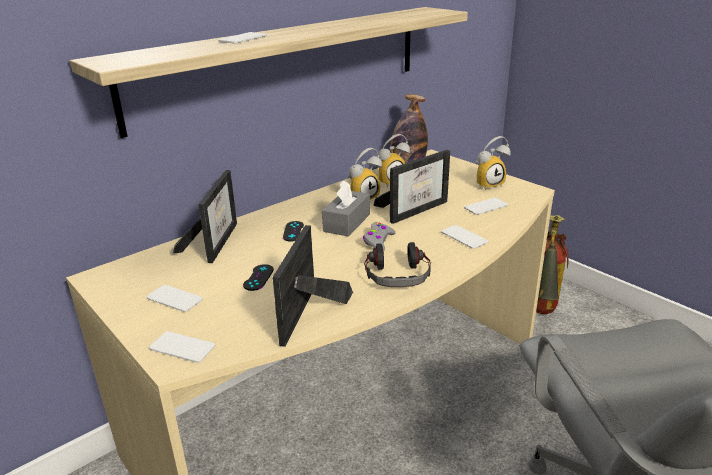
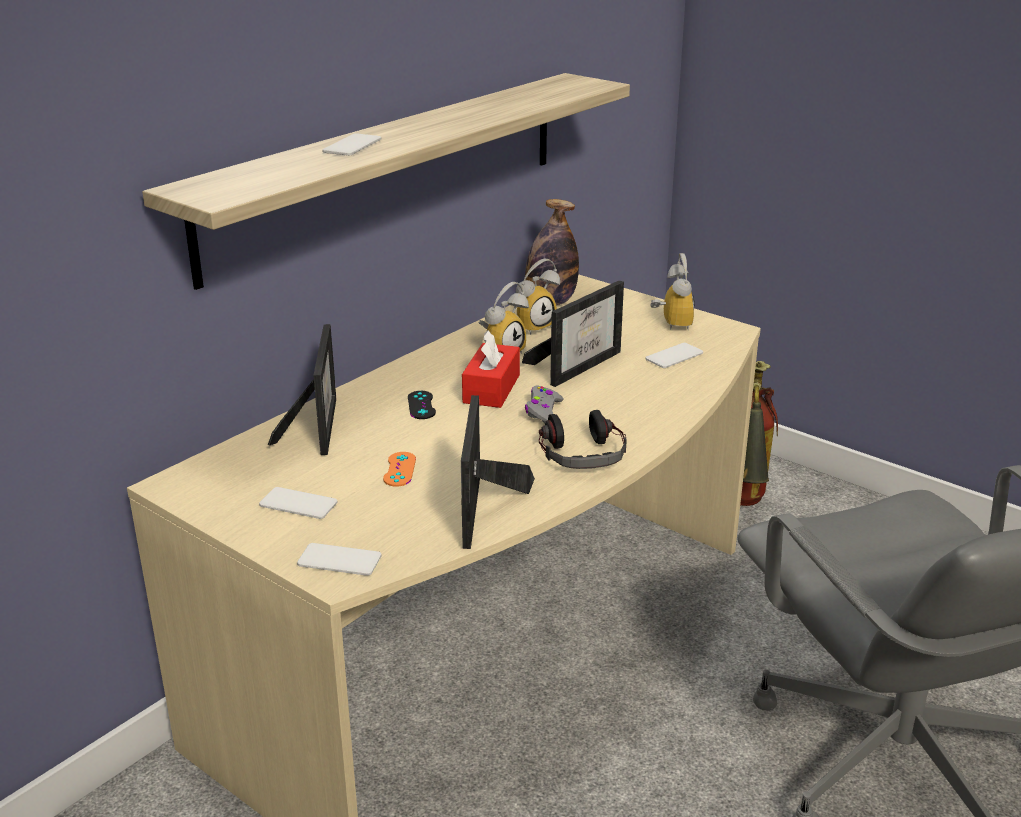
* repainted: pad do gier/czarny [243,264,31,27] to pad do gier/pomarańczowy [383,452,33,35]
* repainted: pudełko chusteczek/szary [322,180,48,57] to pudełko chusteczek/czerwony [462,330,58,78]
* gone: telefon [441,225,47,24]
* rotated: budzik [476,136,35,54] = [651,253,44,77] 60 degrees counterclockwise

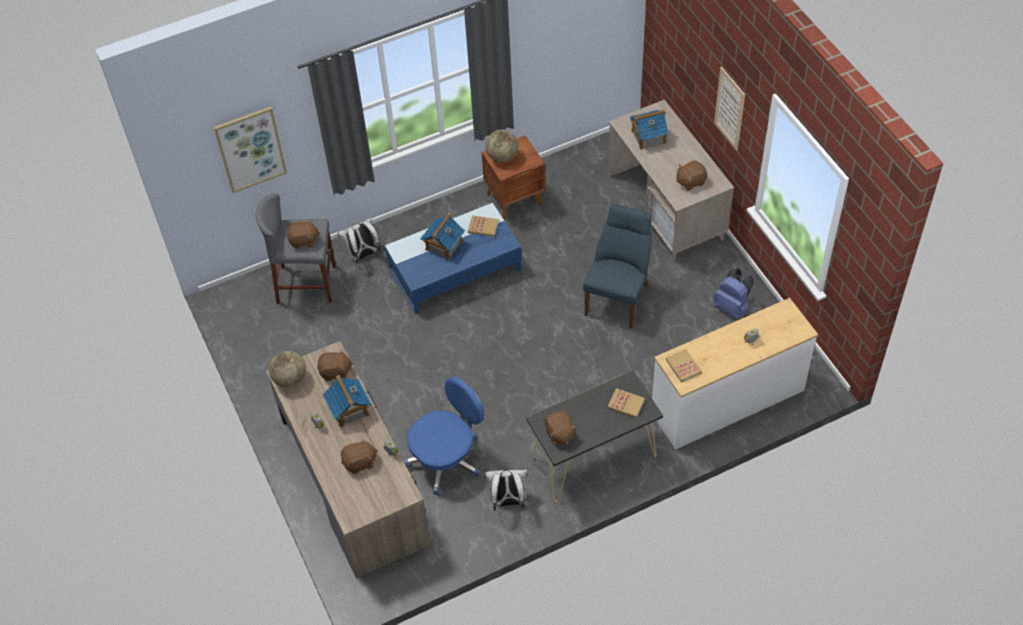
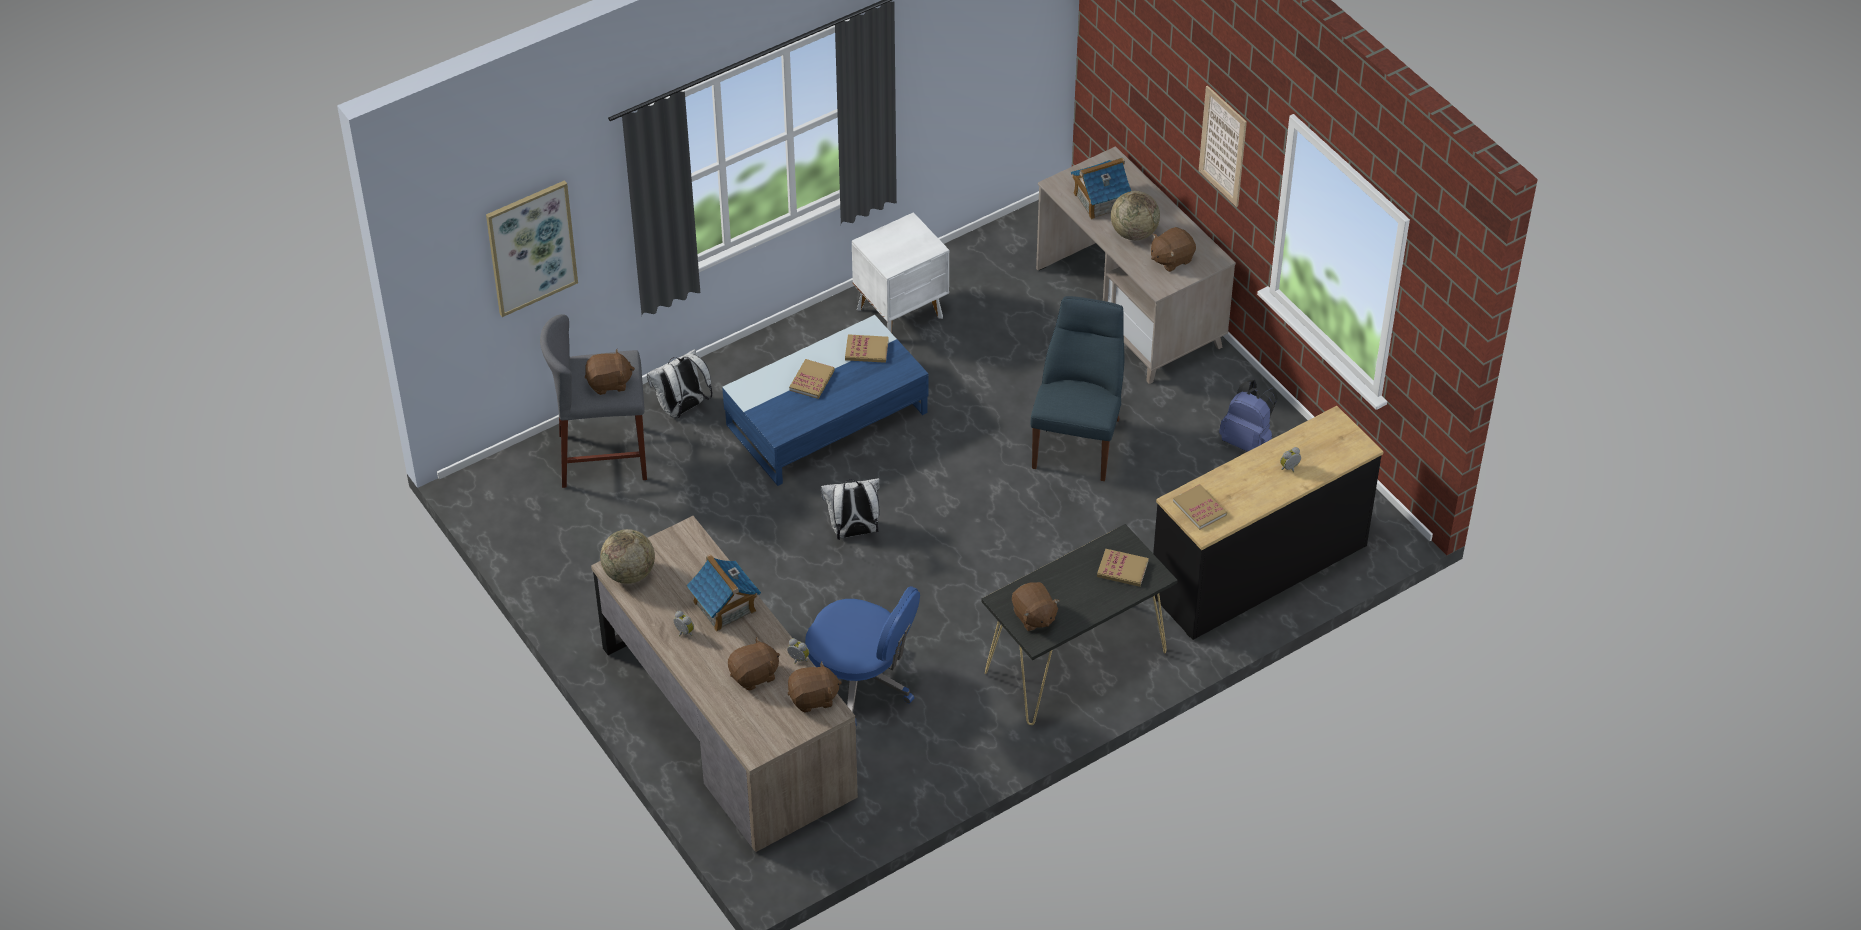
* shifted: pluszak/brązowy [317,348,36,33] to [788,661,54,52]
* rotated: krzesło biurowe/niebieski [404,377,80,118] = [805,586,115,139] 75 degrees clockwise
* swapped: domek [420,213,45,47] to książka [789,359,46,40]
* repainted: szafka nocna/brązowy [482,135,63,85] to szafka nocna/biały [852,212,97,121]
* shifted: plecak/biały [485,470,43,41] to [821,478,58,62]
* shifted: globus [486,130,32,32] to [1111,191,49,49]
* repainted: komoda/biały [652,298,166,152] to komoda/czarny [1153,406,231,234]

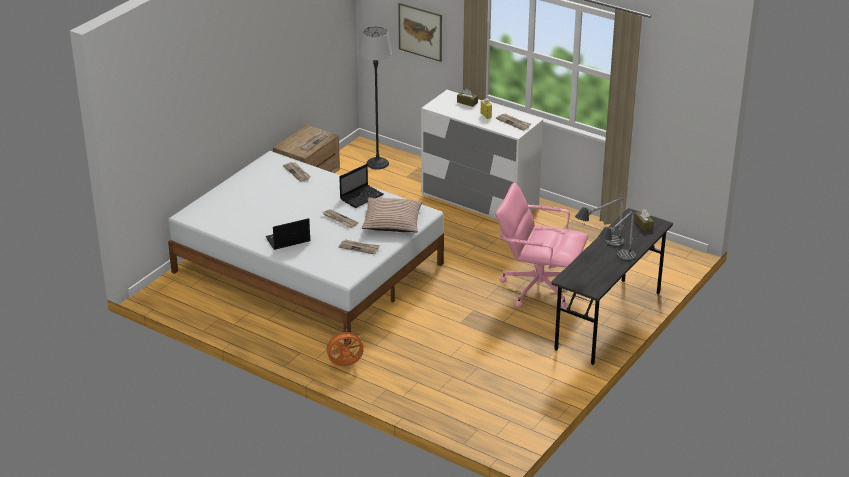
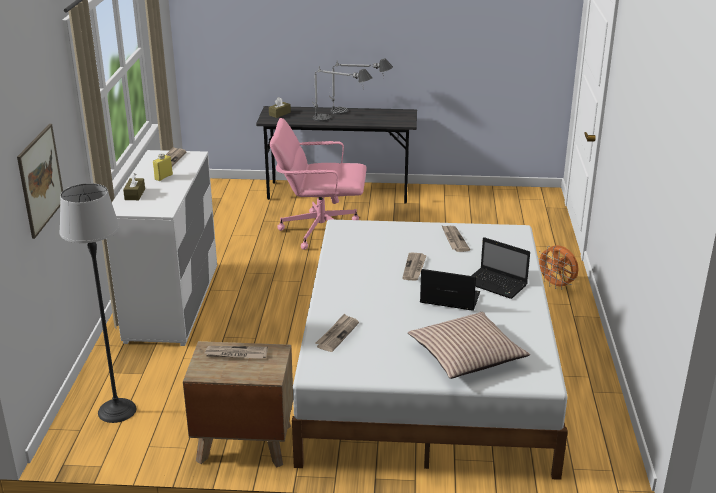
* shifted: laptop [339,164,44,44] to [420,269,60,42]
* shifted: poduszka [361,198,61,35] to [408,312,122,67]
* rotated: krzesło biurowe/różowy [496,182,92,126] = [270,118,97,132] 105 degrees clockwise

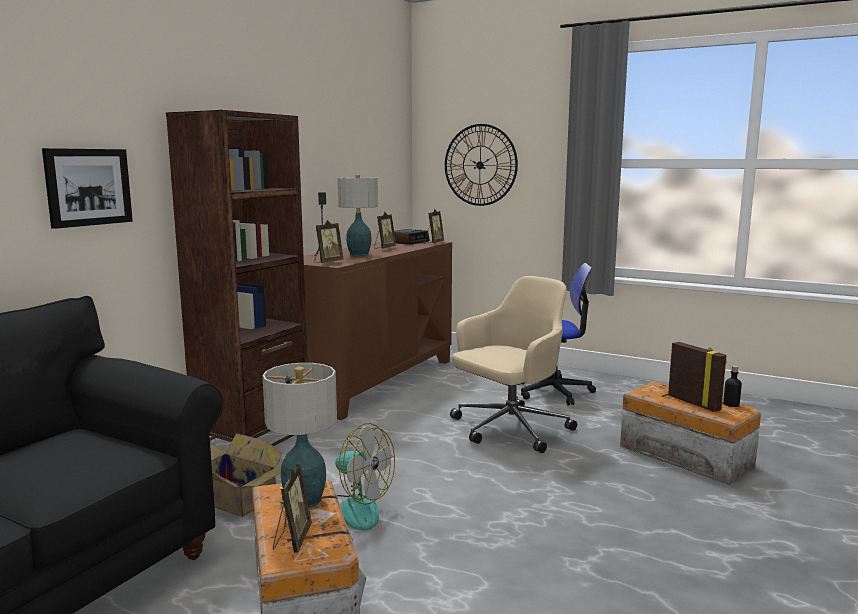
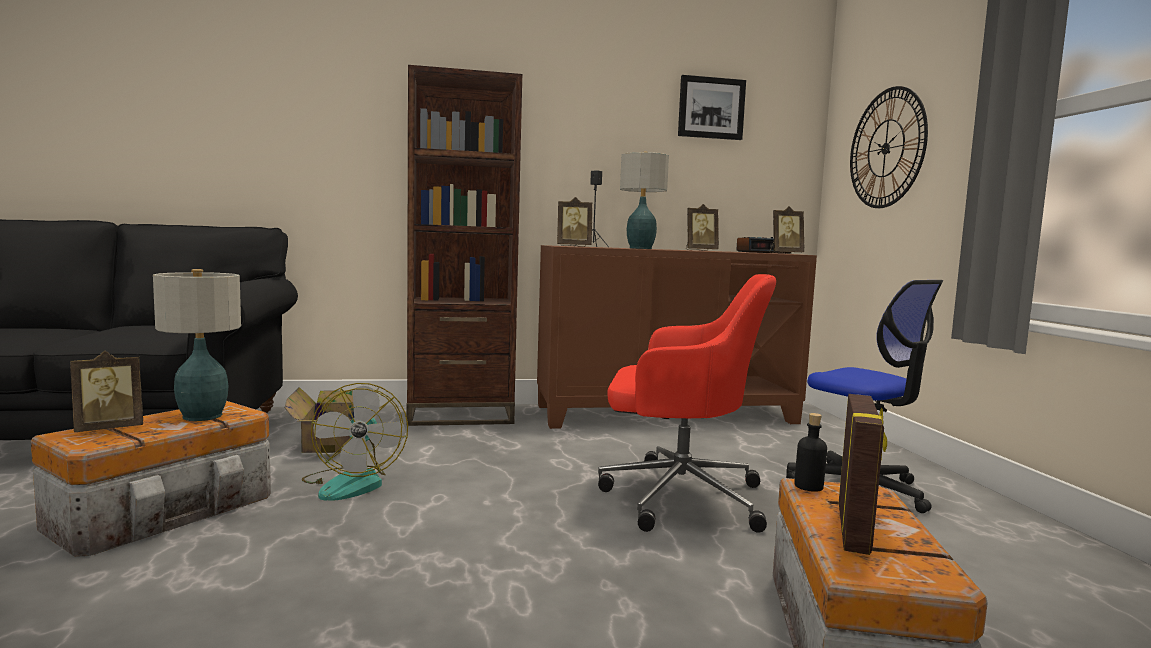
* shifted: obraz [42,148,91,81] to [678,75,68,65]
* repainted: krzesło biurowe/beżowy [450,276,127,177] to krzesło biurowe/czerwony [598,274,178,259]
* shifted: butelka/czarny [723,365,19,42] to [794,413,33,79]

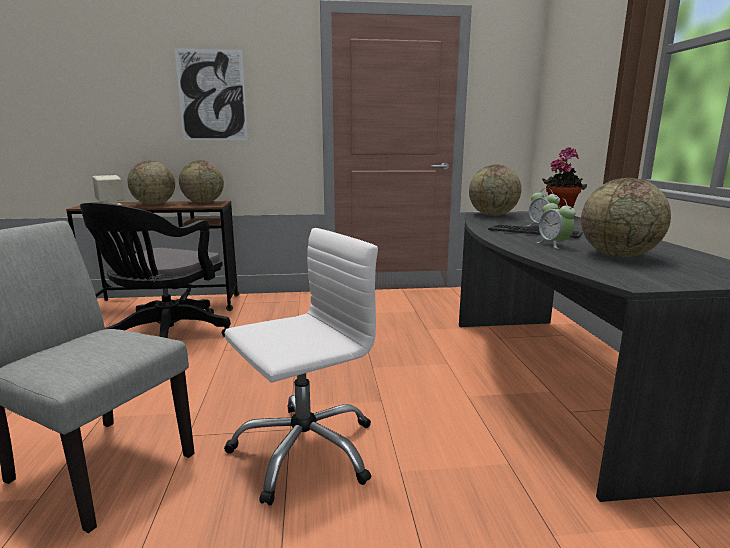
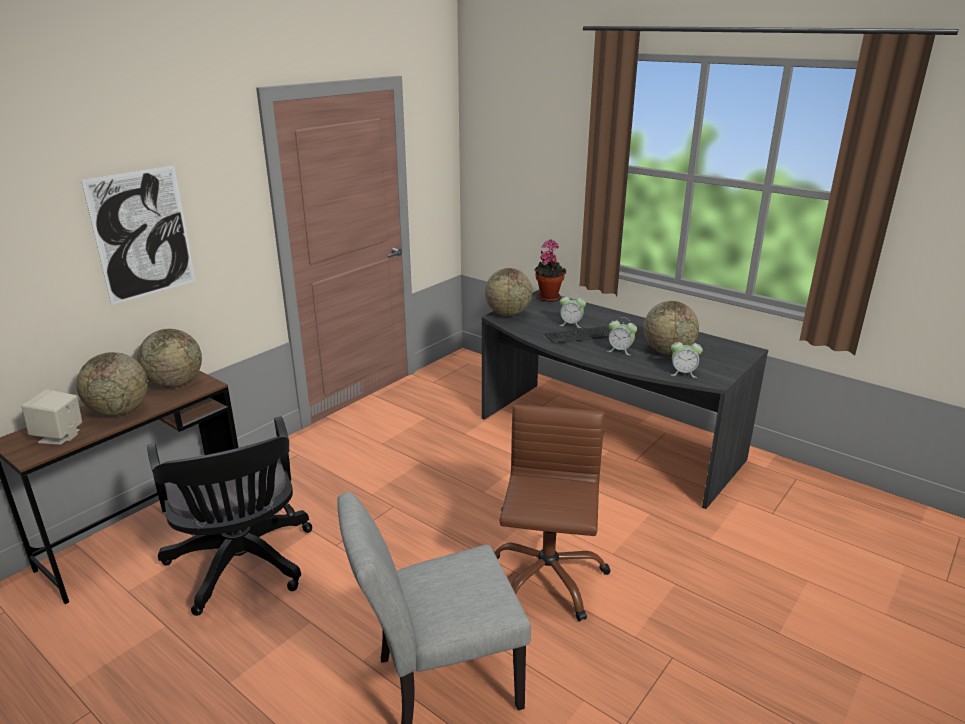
* repainted: krzesło biurowe/biały [224,228,154,278] to krzesło biurowe/brązowy [494,405,117,217]
* new: budzik [671,338,32,40]

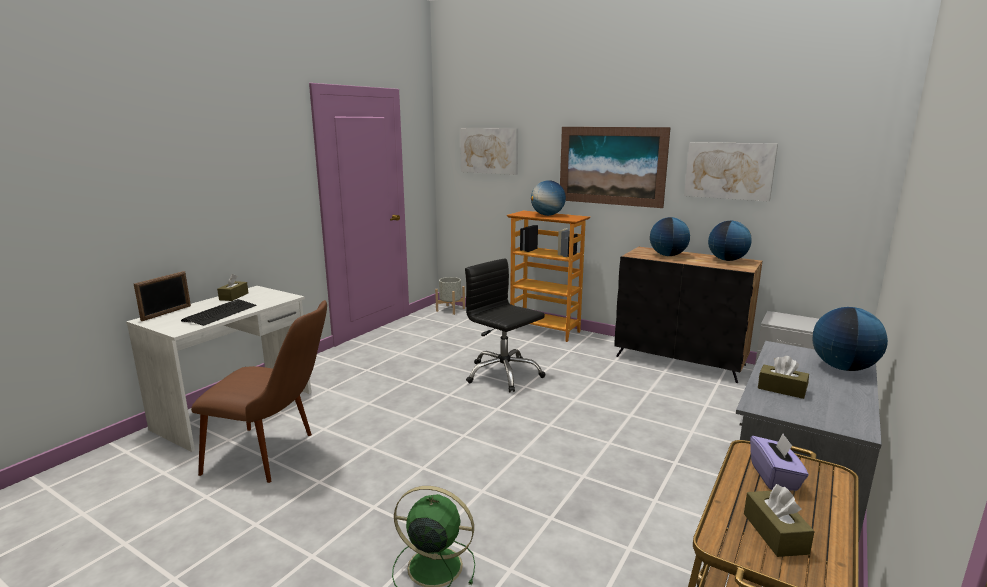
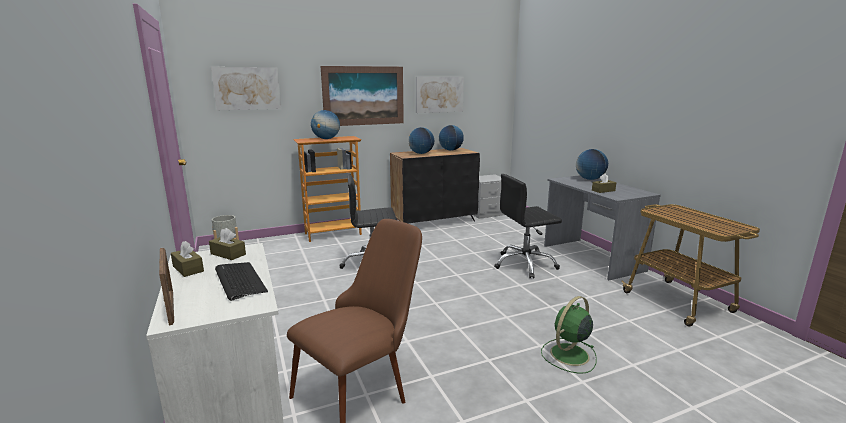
* shifted: pudełko chusteczek/brązowy [744,484,71,73] to [209,228,37,32]
* gone: pudełko chusteczek/fioletowy [750,433,59,58]
* new: krzesło biurowe/czarny [494,174,68,104]

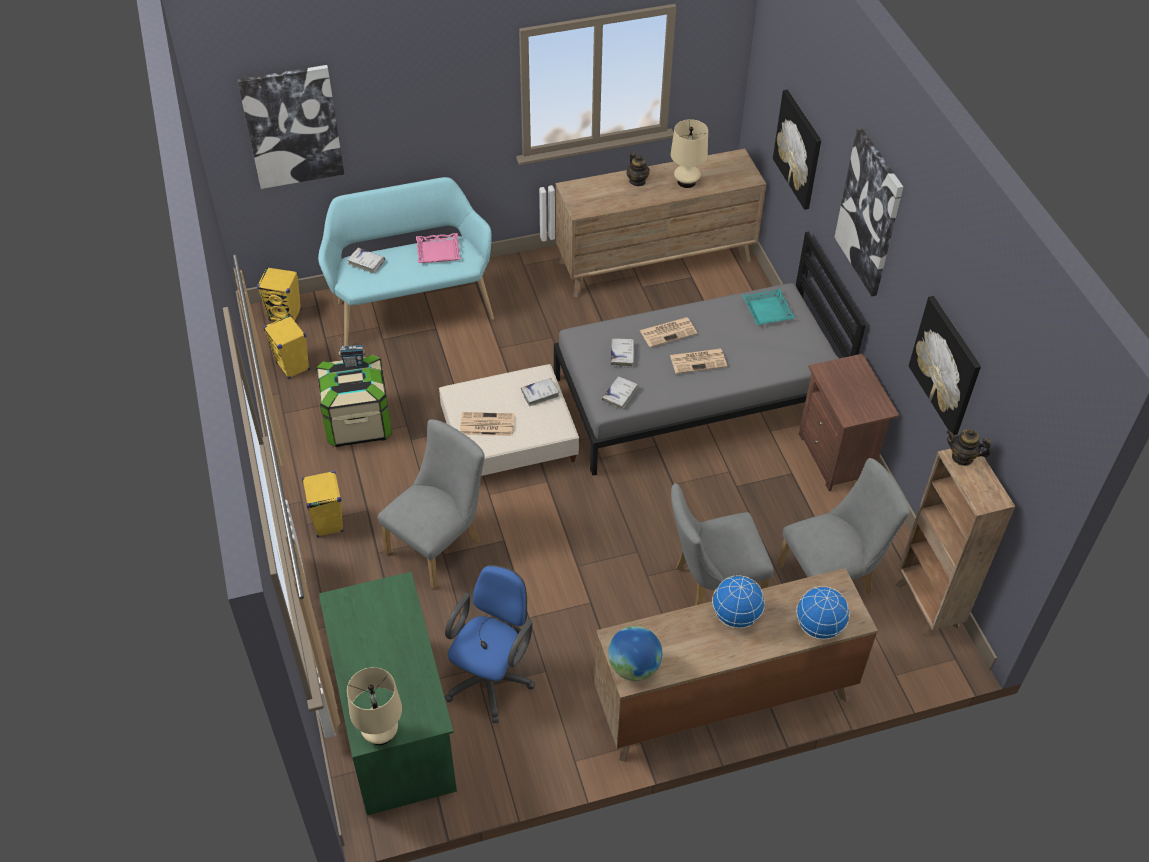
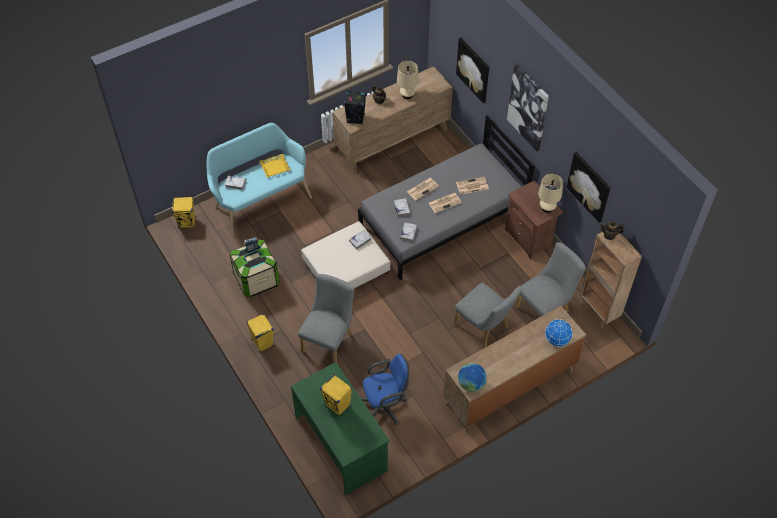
* gone: obraz [237,65,107,124]
* shifted: głośnik/żółty [263,315,47,64] to [320,374,32,42]
* shifted: lampa stołowa/beżowy [347,667,55,78] to [538,174,25,39]
* repainted: taca/różowy [416,233,45,30] to taca/żółty [259,154,32,23]
* rotated: krzesło biurowe/niebieski [445,565,90,158] = [360,354,49,71] 60 degrees clockwise
* shifted: gazeta [460,412,54,24] to [456,177,33,18]
* rotated: krzesło/szary [671,483,103,123] = [454,282,68,65] 105 degrees counterclockwise
* gone: globus [712,575,53,53]
* gone: taca/turkusowy [743,289,52,36]
* new: głośnik/czarny [344,90,22,35]

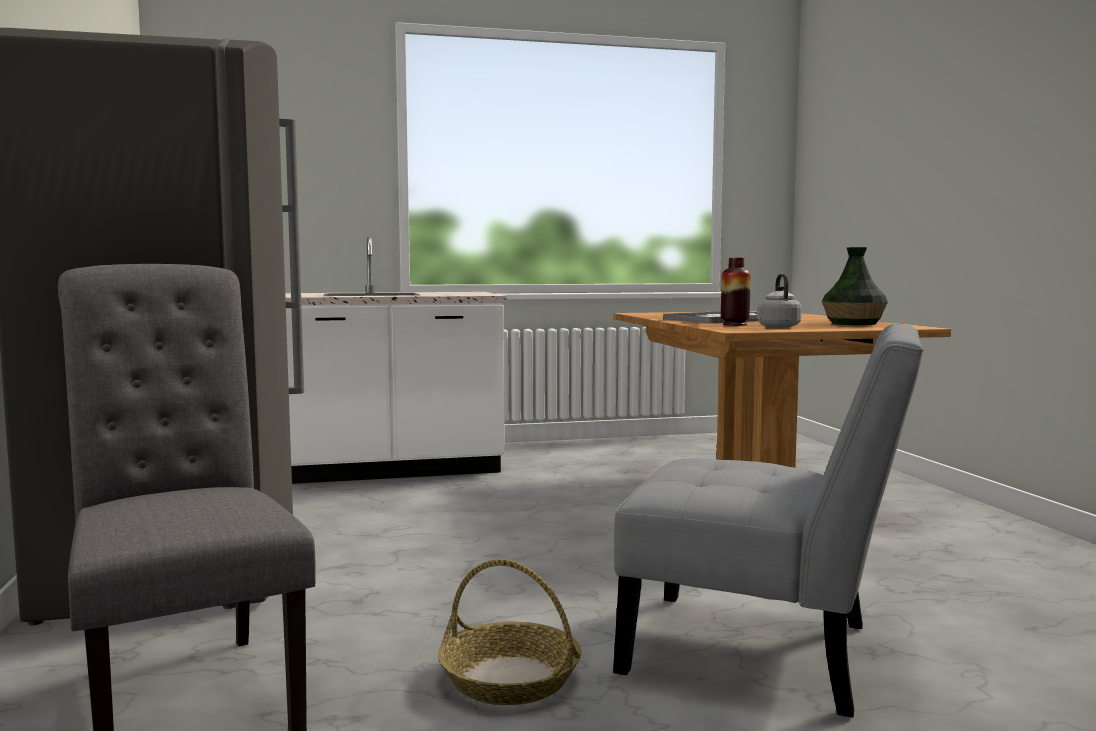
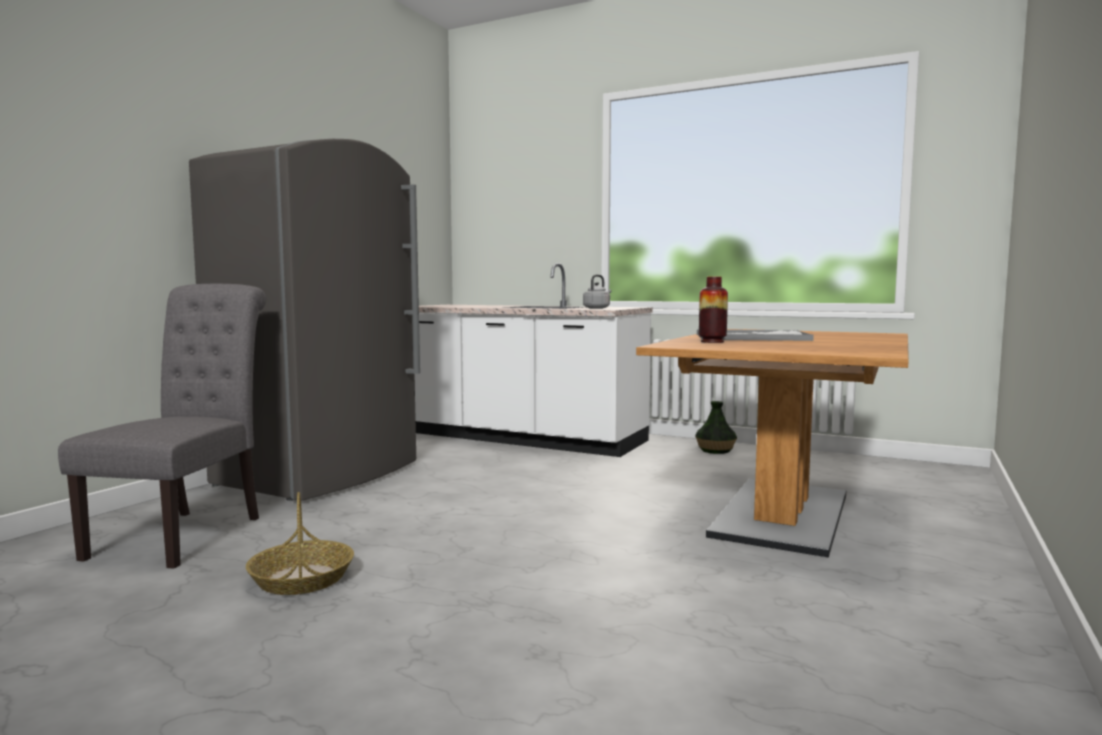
* gone: krzesło/szary [613,324,311,394]
* shifted: czajnik/szary [757,274,45,54] to [583,275,28,34]
* shifted: wazon [822,247,66,78] to [695,401,42,53]

